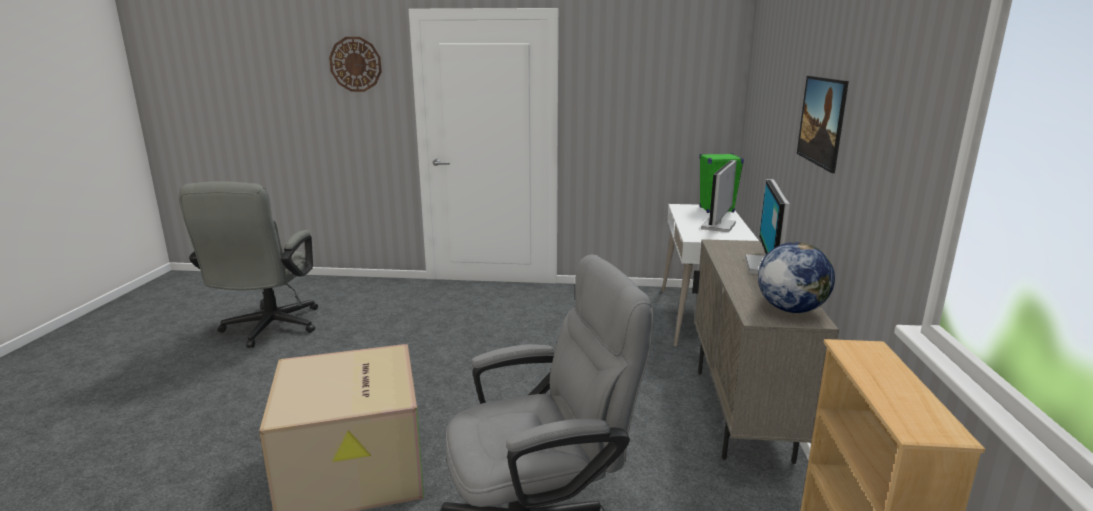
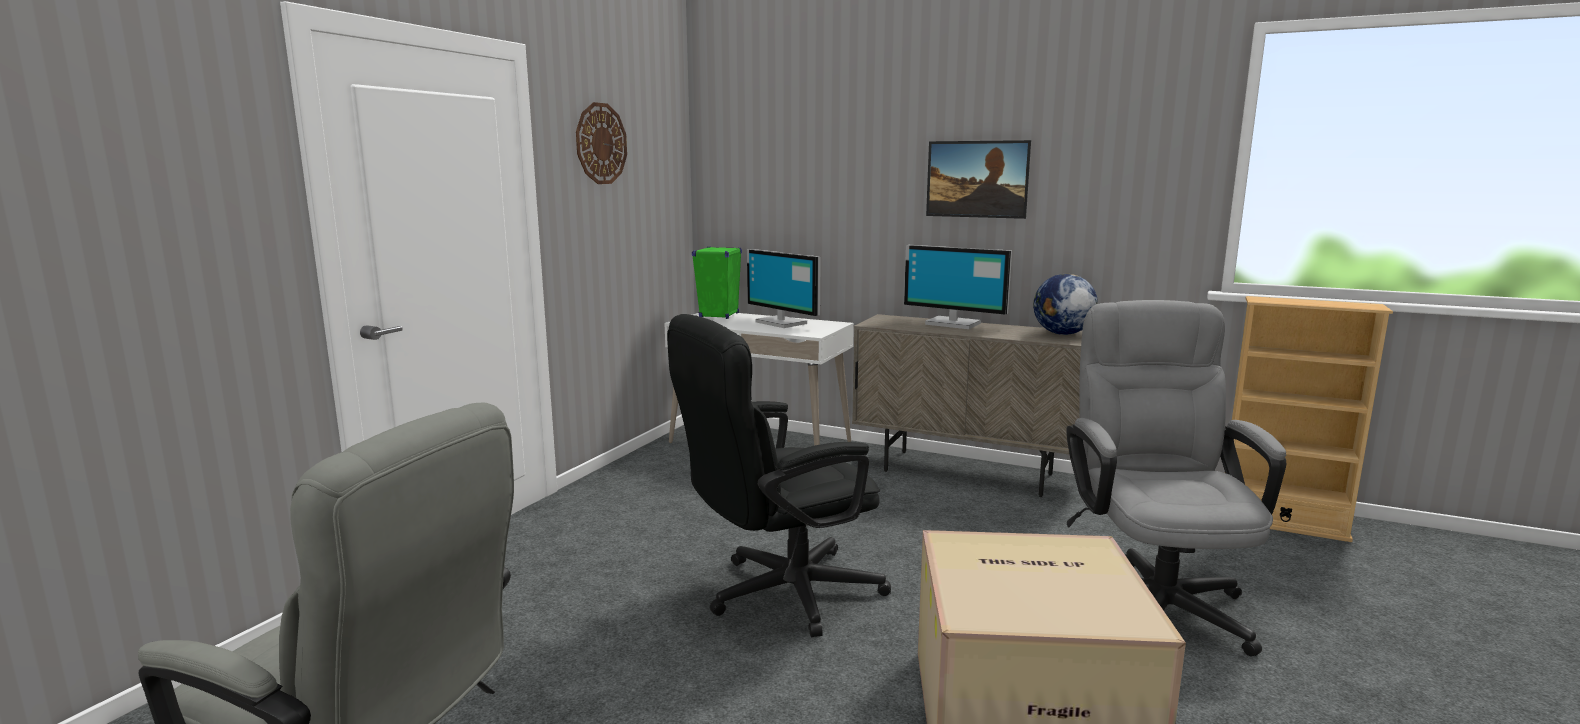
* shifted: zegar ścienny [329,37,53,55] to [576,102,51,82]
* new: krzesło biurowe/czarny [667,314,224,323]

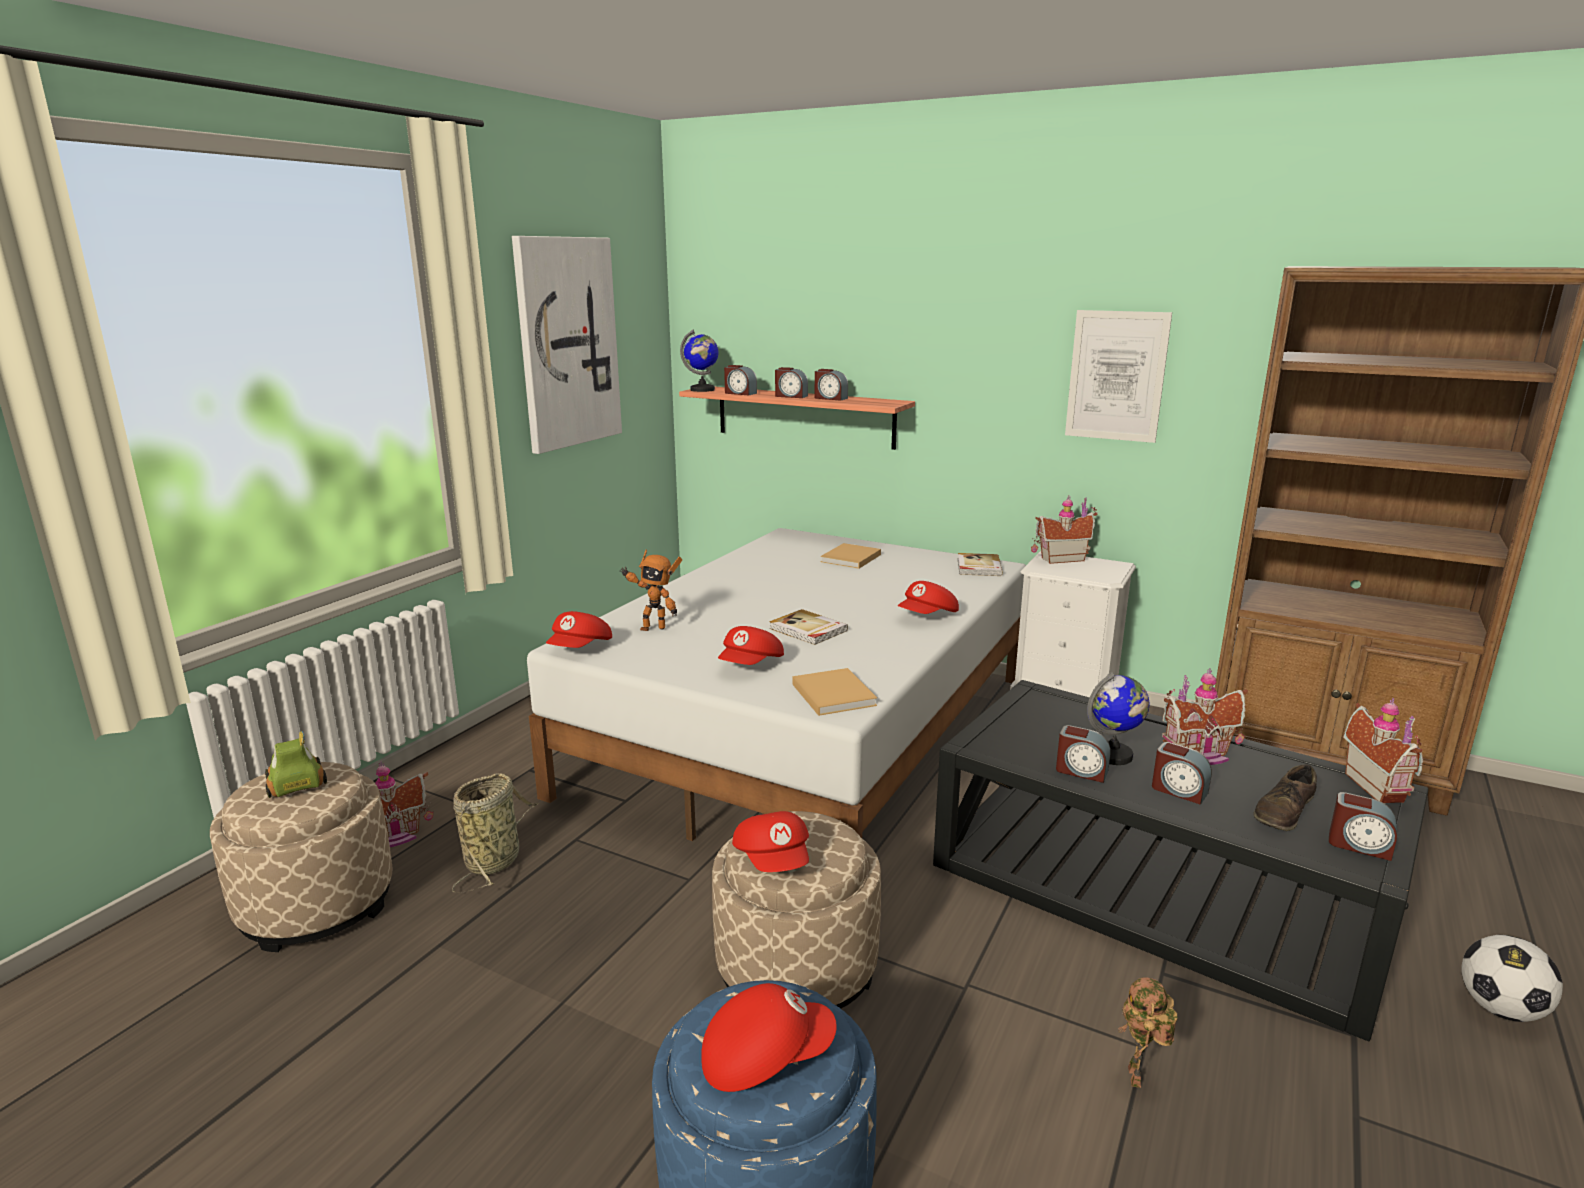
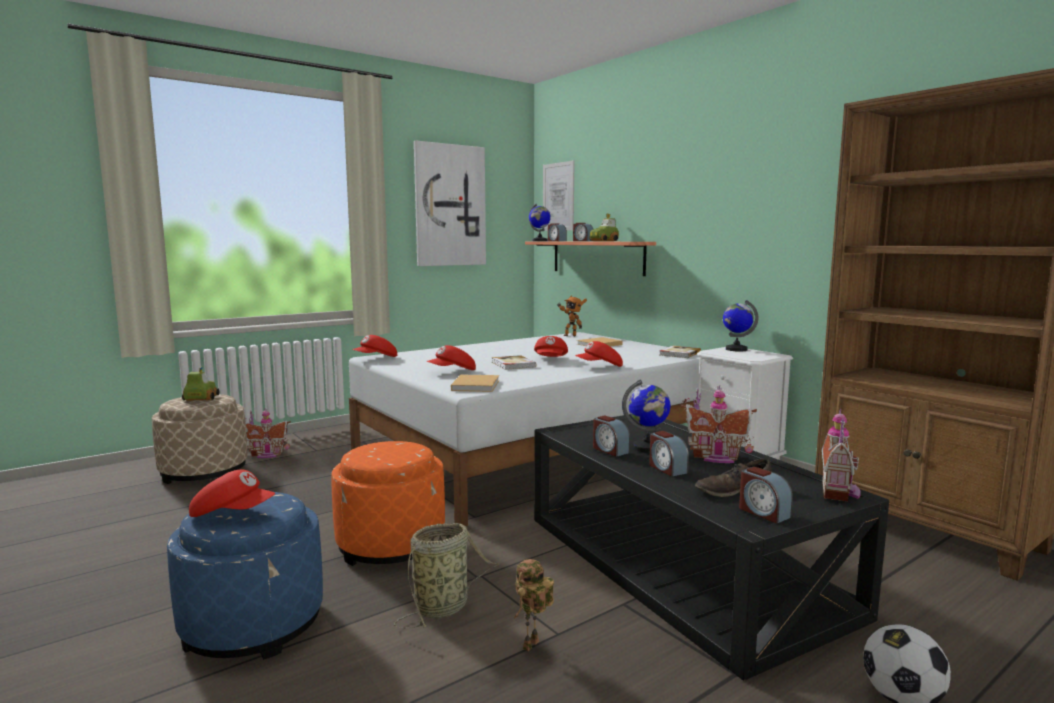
* shifted: koszyk [452,773,87,119] to [394,523,105,105]
* shifted: robot zabawkowy [620,550,62,81] to [558,295,29,41]
* repainted: pufa/beżowy [712,811,169,197] to pufa/pomarańczowy [331,441,114,125]
* shifted: czapka z daszkiem/czerwony [732,811,77,61] to [534,336,34,21]
* swapped: budzik [815,369,33,32] to samochodzik [589,214,30,27]
* swapped: domek [1031,495,66,69] to globus [723,300,36,52]
* shifted: obraz [1065,310,107,133] to [543,160,31,71]

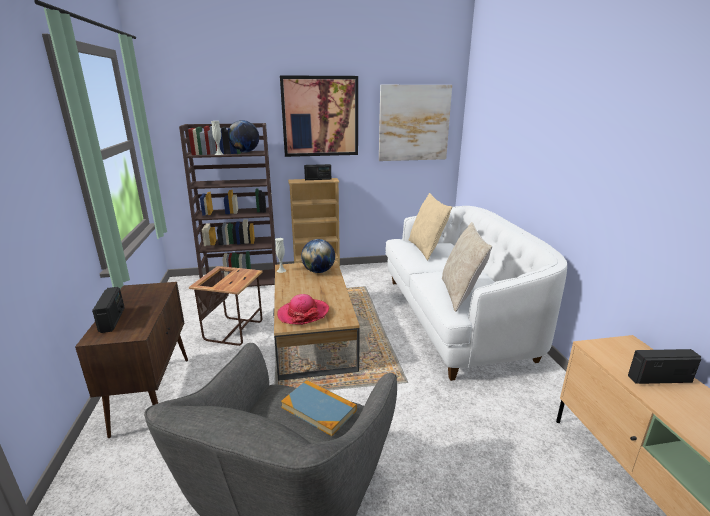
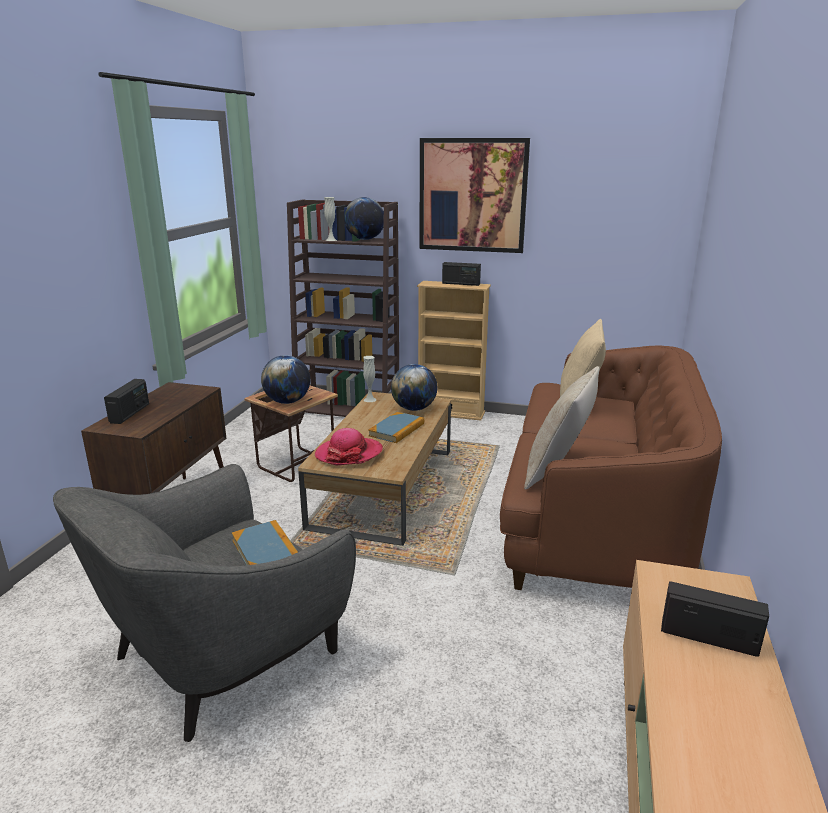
* gone: obraz [379,85,73,76]
* repainted: kanapa/biały [385,206,182,175] to kanapa/brązowy [500,346,222,244]
* new: globus [261,355,49,49]
* new: książka [368,412,56,31]

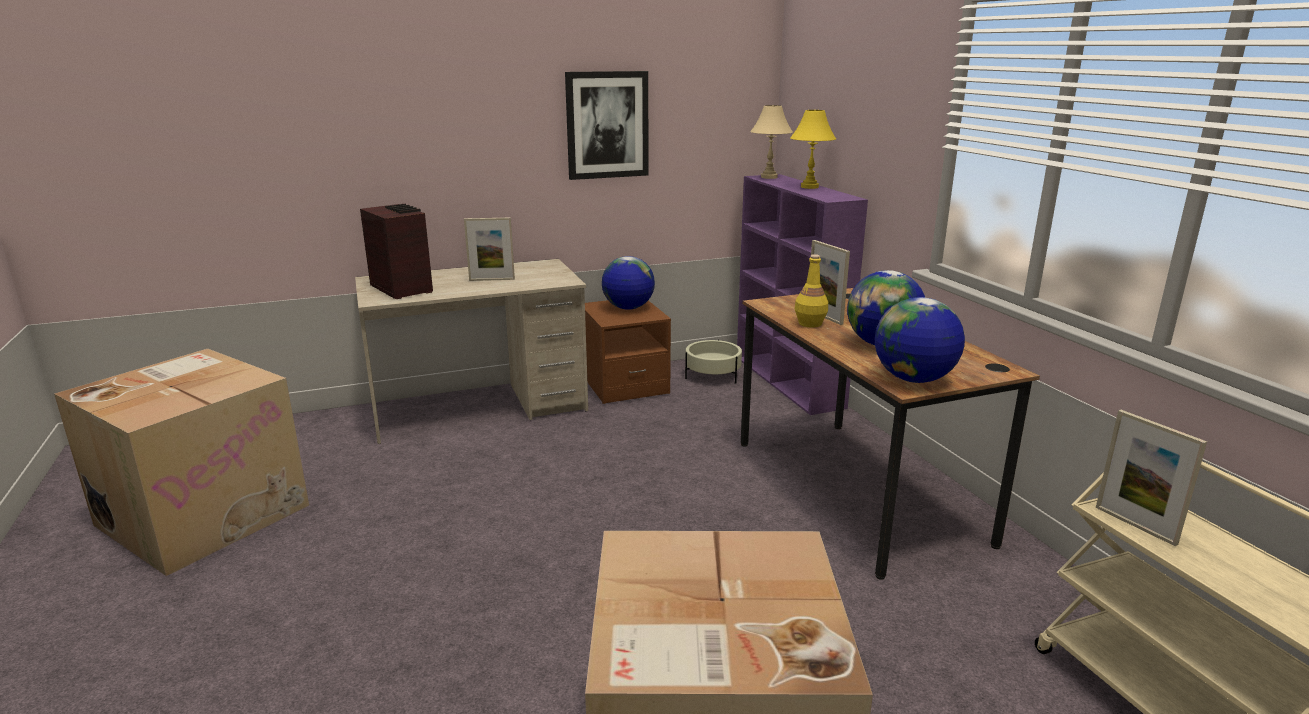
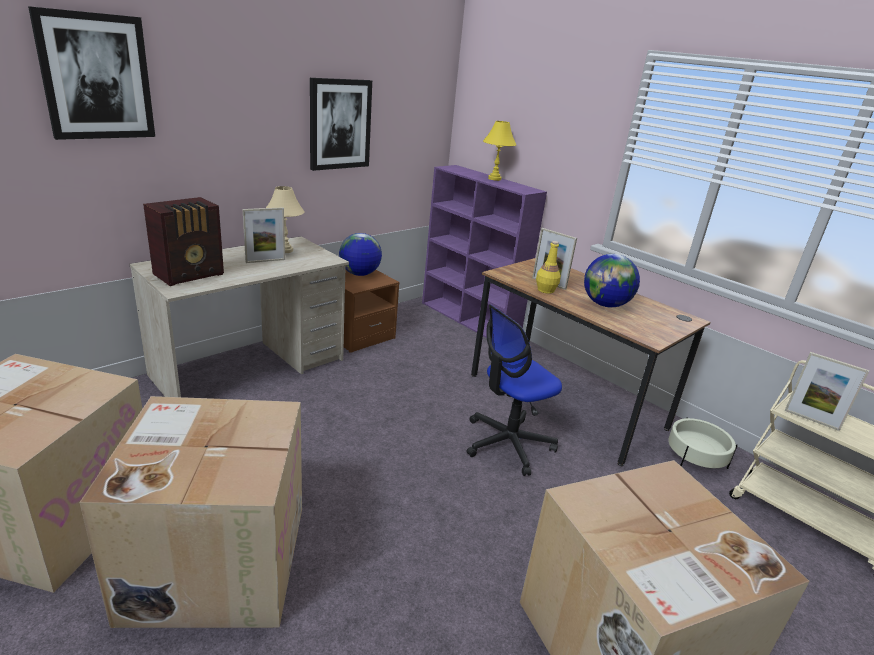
* rotated: radio [360,204,73,95] = [143,197,81,89] 105 degrees clockwise
* shifted: donica/beżowy [685,340,57,44] to [668,417,70,52]
* shifted: lampa stołowa/beżowy [750,105,43,74] to [266,186,38,67]
* gone: globus [875,297,90,86]
* new: obraz [28,6,127,134]
* new: karton [80,396,222,232]
* new: krzesło biurowe [466,304,96,172]

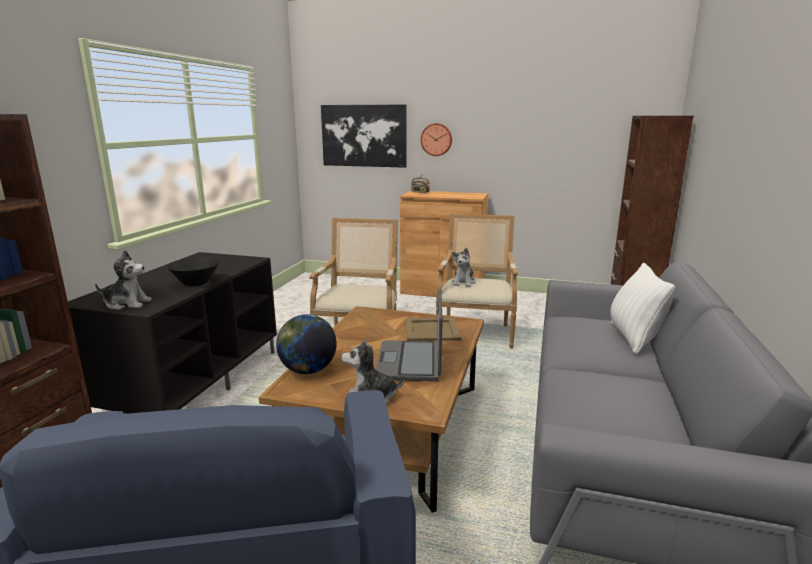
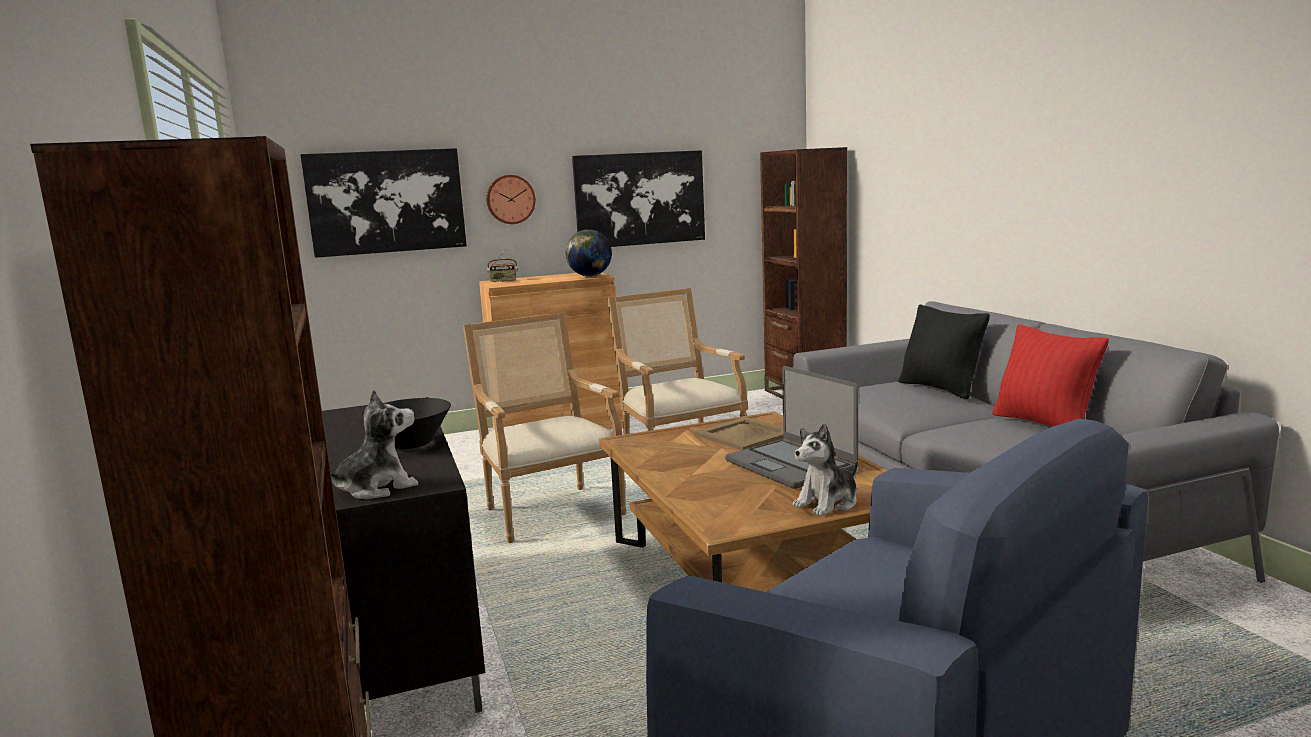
* shifted: globus [276,314,61,60] to [566,229,46,48]
* gone: pluszak [452,248,23,39]
* repainted: poduszka/biały [610,263,65,91] to poduszka/czarny [899,305,91,94]
* new: obraz [572,150,133,97]
* new: poduszka/czerwony [992,324,117,103]

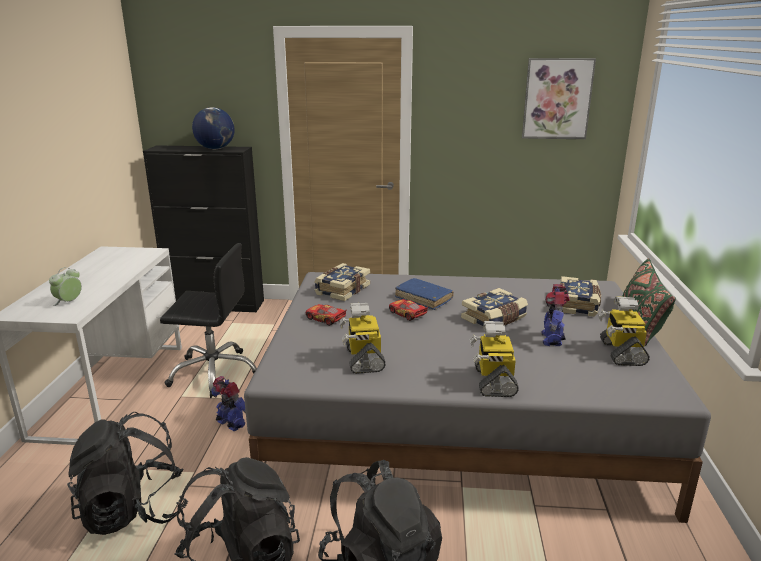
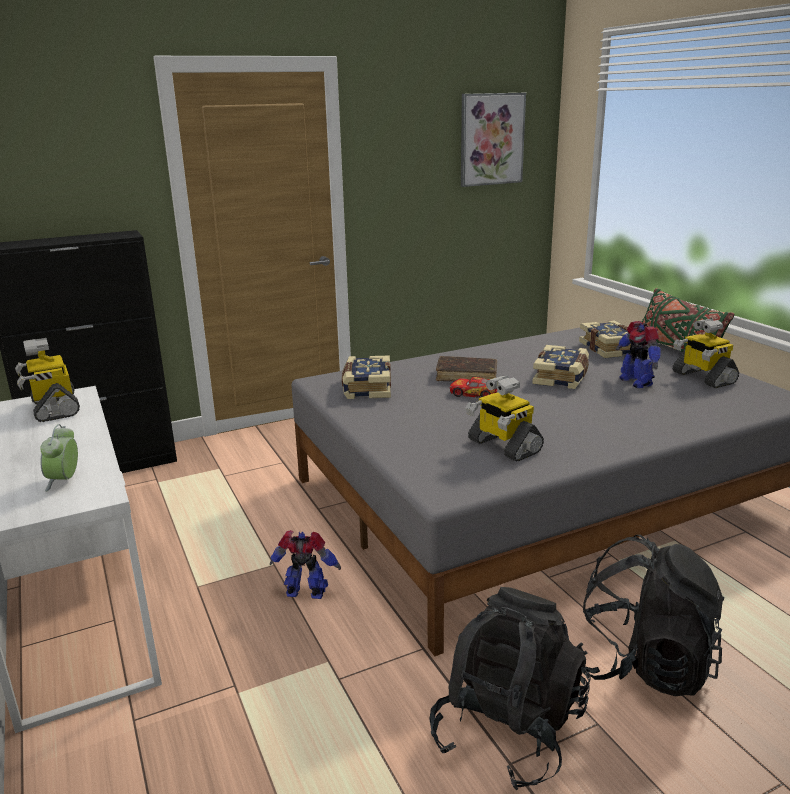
* gone: plecak/czarny [67,412,121,123]
* gone: krzesło biurowe/czarny [160,243,97,155]
* gone: globus [192,107,43,42]
* gone: samochodzik [306,304,41,22]
* repainted: książka/niebieski [395,278,59,32] to książka/brązowy [436,356,61,25]
* shifted: robot zabawkowy [470,321,49,76] to [15,338,65,84]

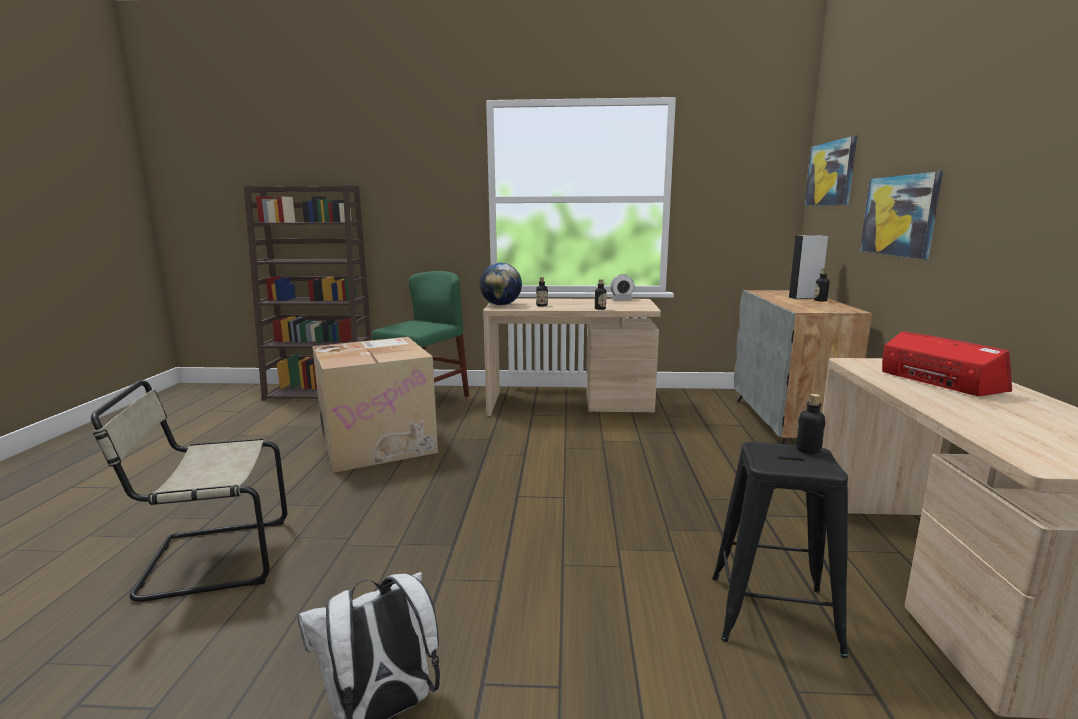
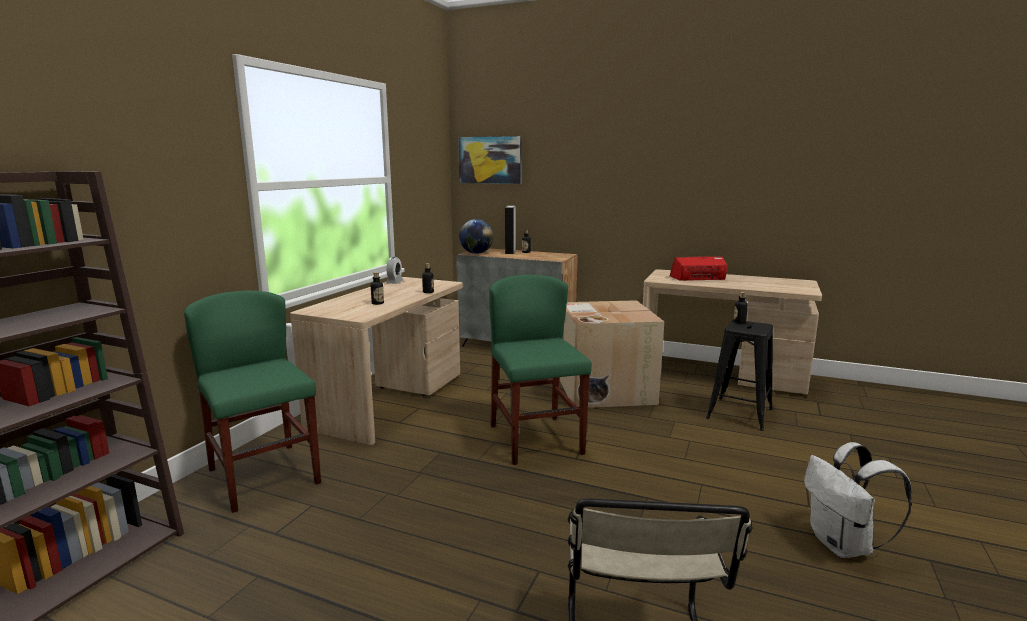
* shifted: karton [312,337,126,136] to [559,300,105,108]
* shifted: globus [480,263,42,42] to [459,219,35,35]
* gone: obraz [860,171,83,88]
* new: krzesło/zielony [489,275,103,190]

